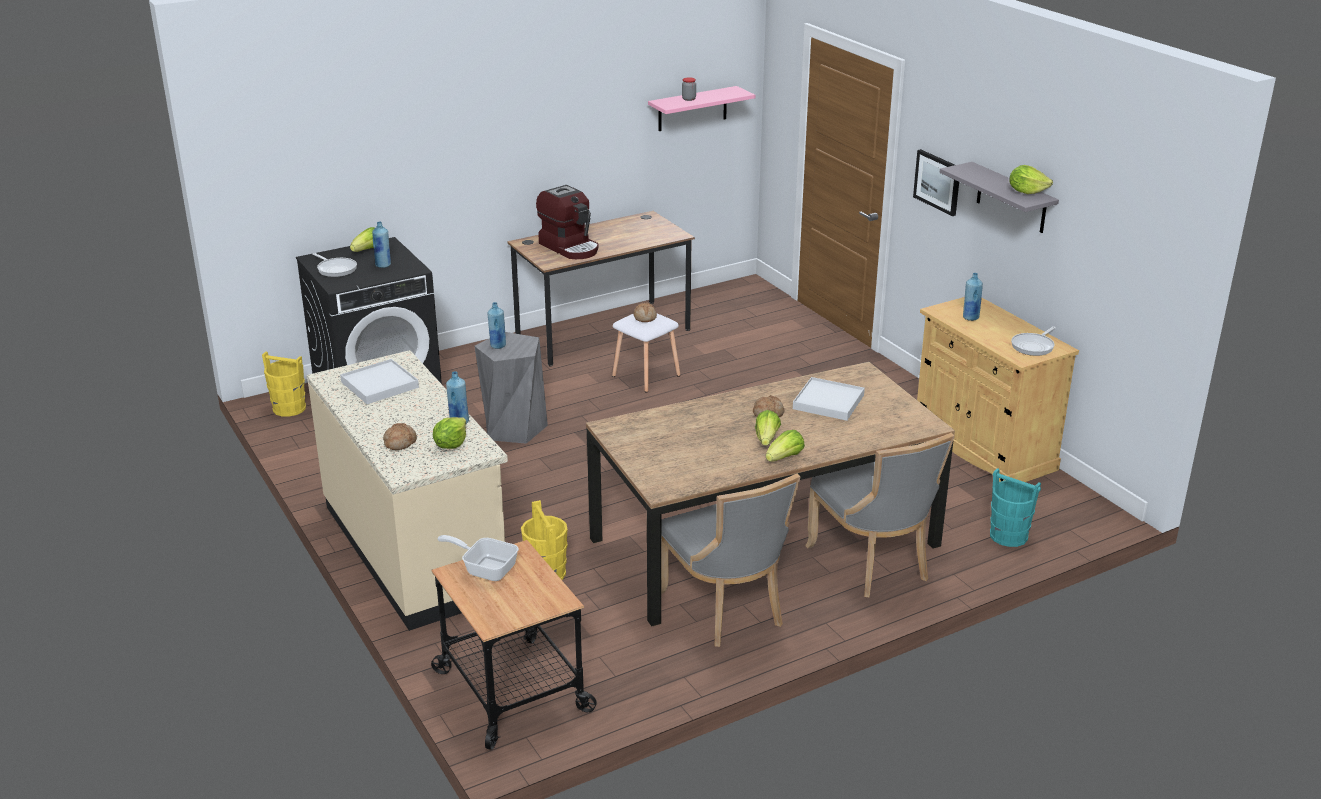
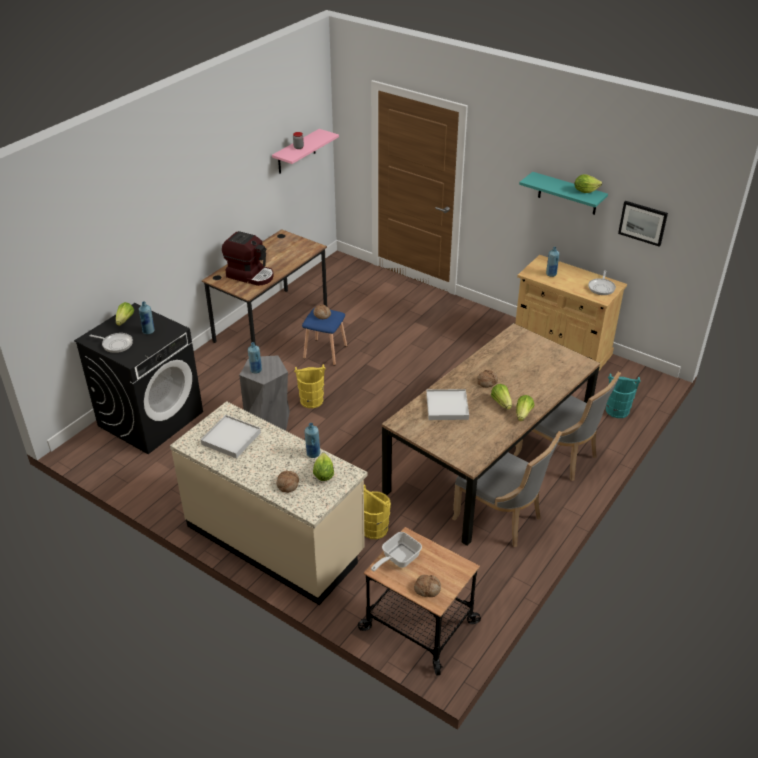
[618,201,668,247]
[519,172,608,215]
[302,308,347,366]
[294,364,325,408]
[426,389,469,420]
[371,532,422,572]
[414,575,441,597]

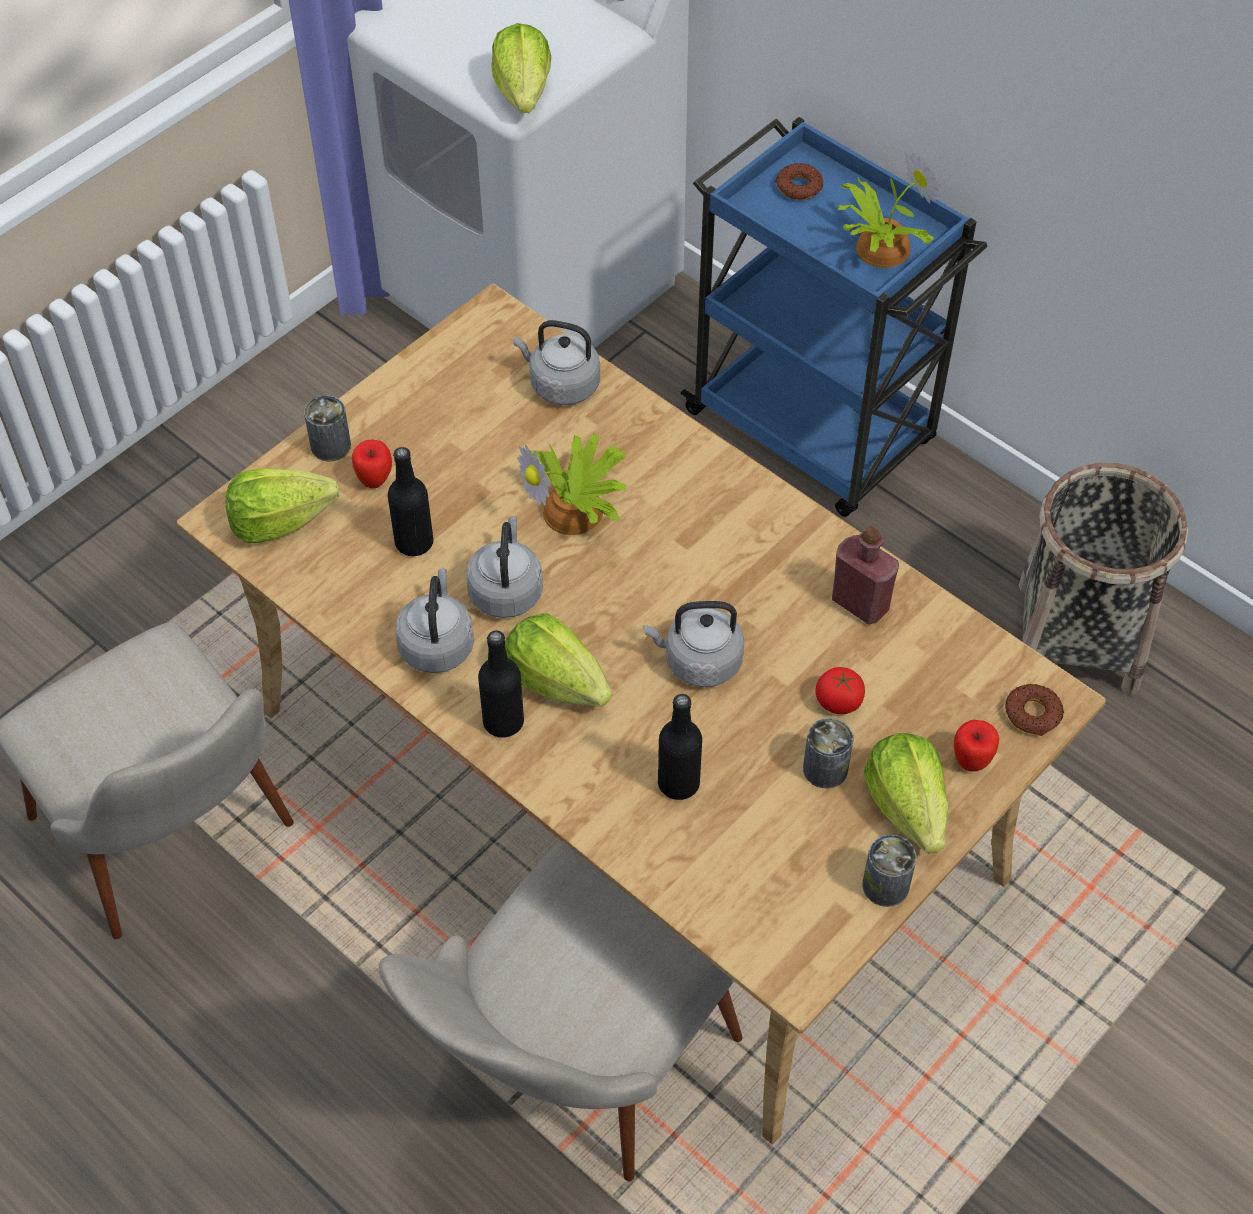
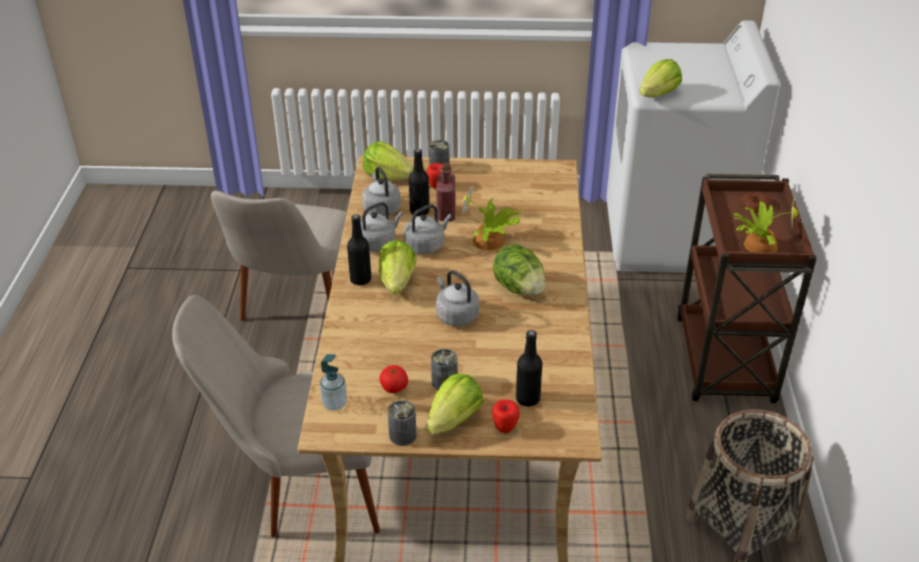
[677,174,817,403]
[362,166,401,216]
[436,163,455,221]
[379,365,408,393]
[1005,684,1064,736] (first image)
[516,330,542,406]
[493,244,545,296]
[320,354,347,411]

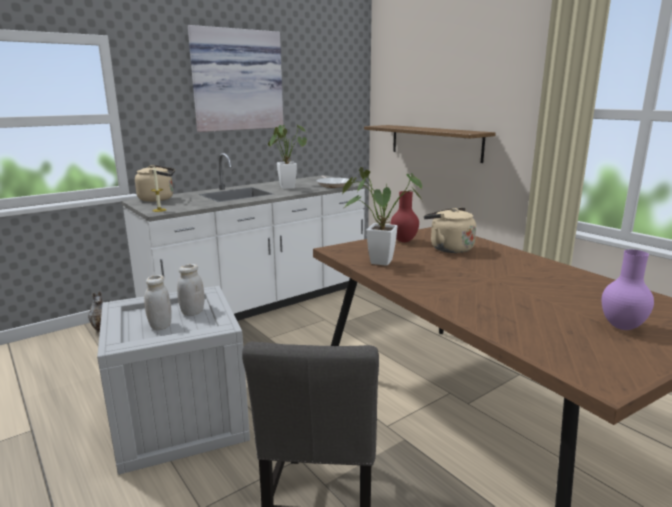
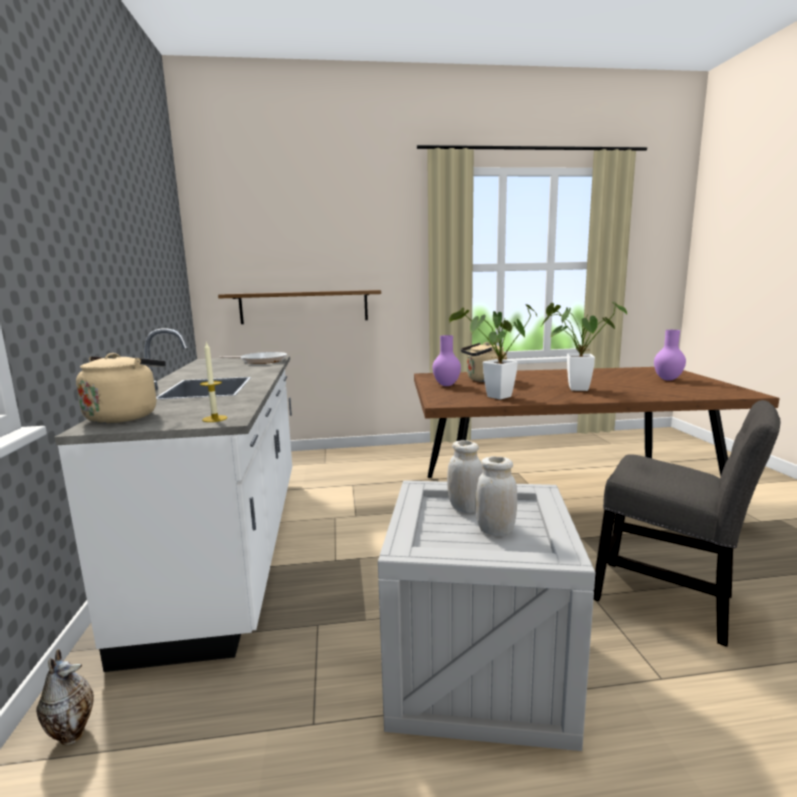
[188,25,283,132] (first image)
[542,302,627,391]
[432,335,461,386]

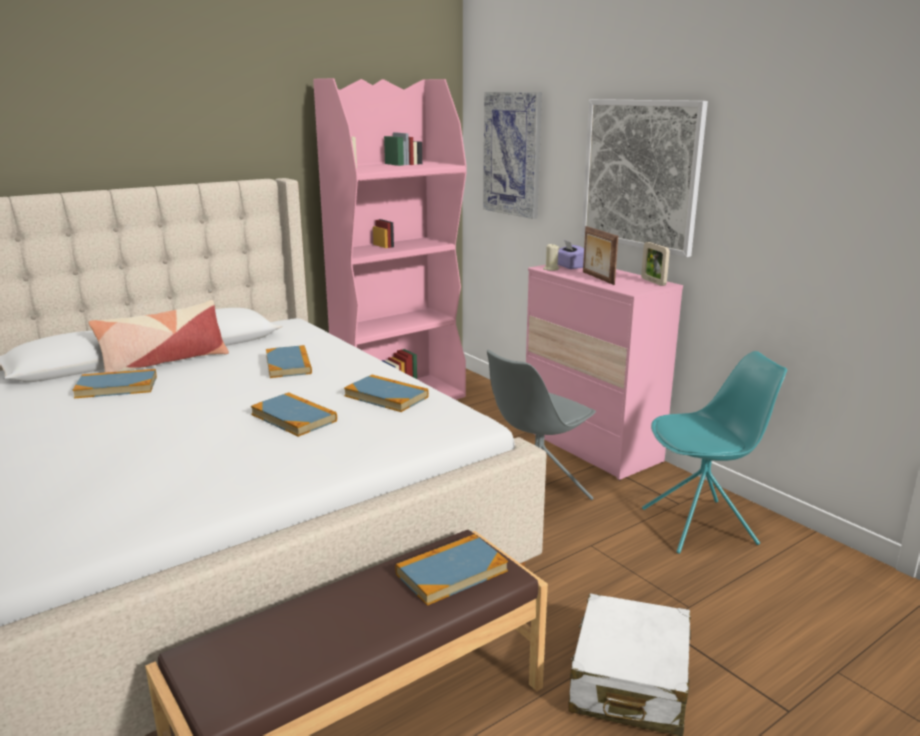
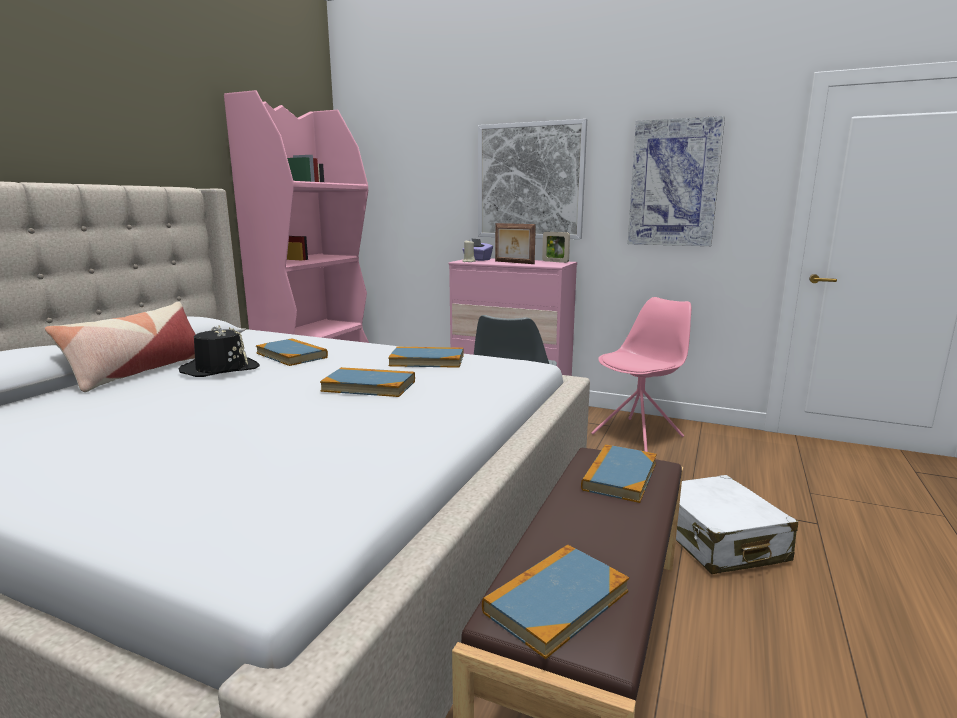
[628,116,725,246]
[591,297,691,452]
[482,544,629,659]
[179,325,260,377]

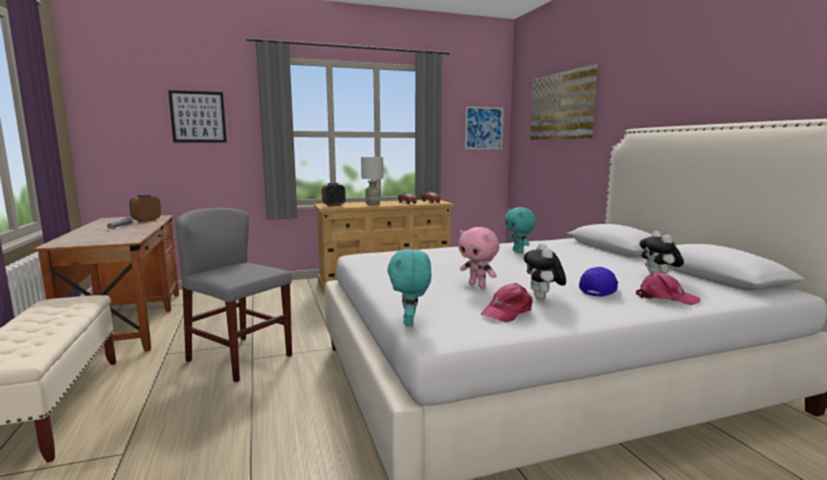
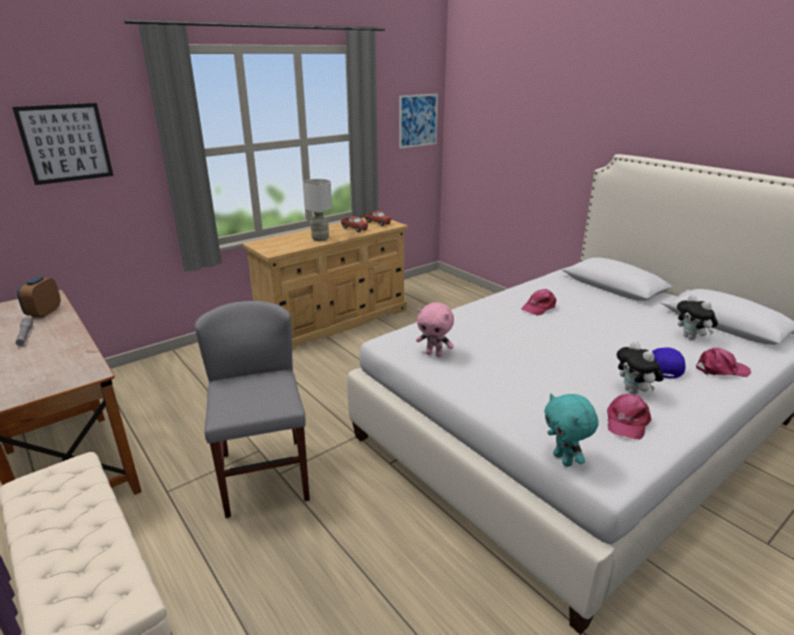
[531,64,598,140] (first image)
[322,183,346,206] (first image)
[521,289,556,316]
[195,301,310,518]
[416,302,454,357]

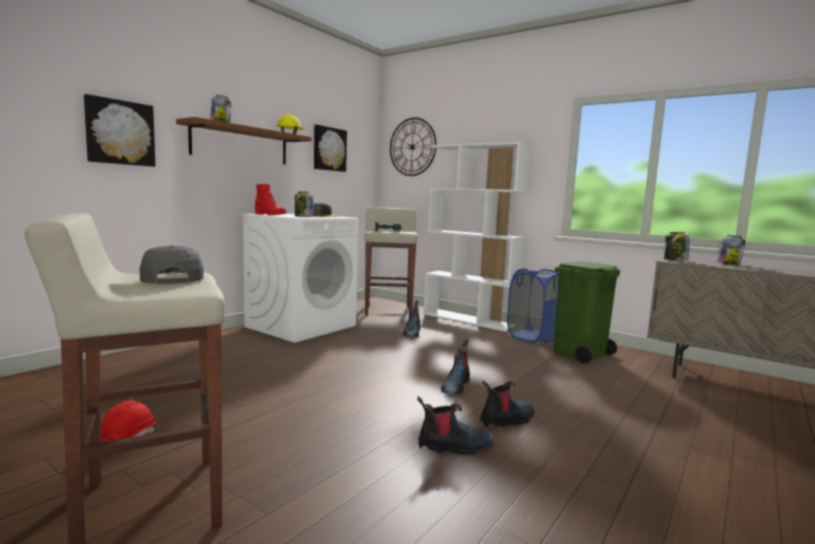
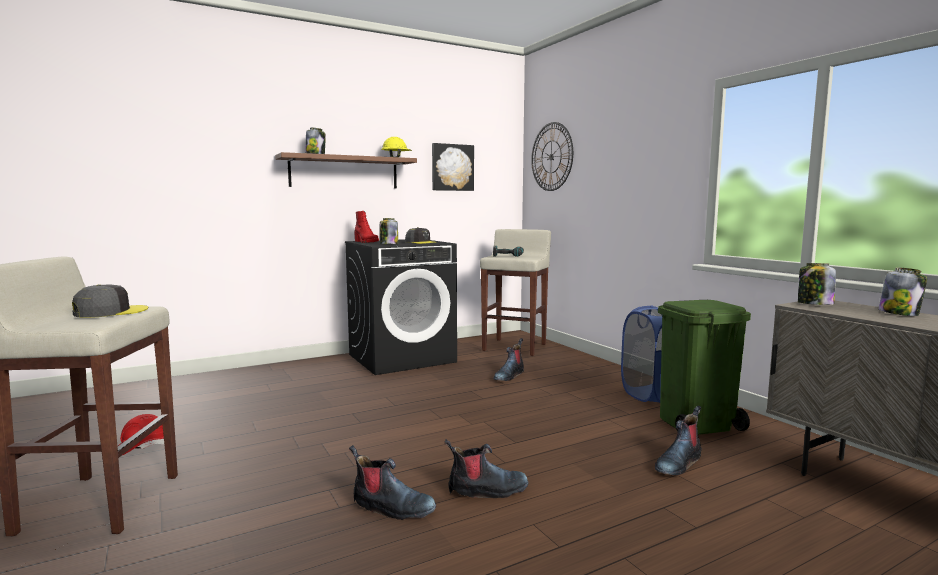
[84,94,155,167] (first image)
[423,142,531,332] (first image)
[345,239,457,375]
[72,284,148,318]
[655,406,702,475]

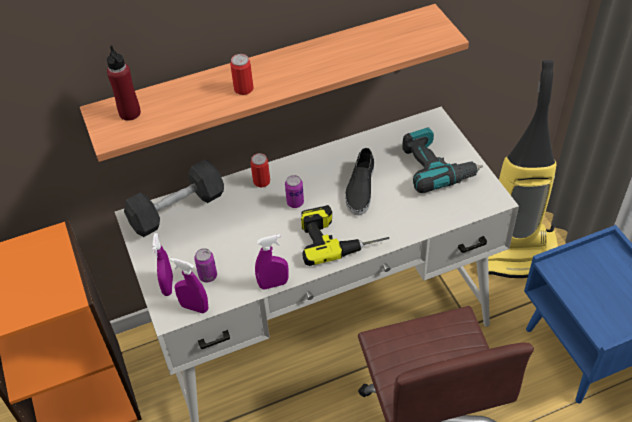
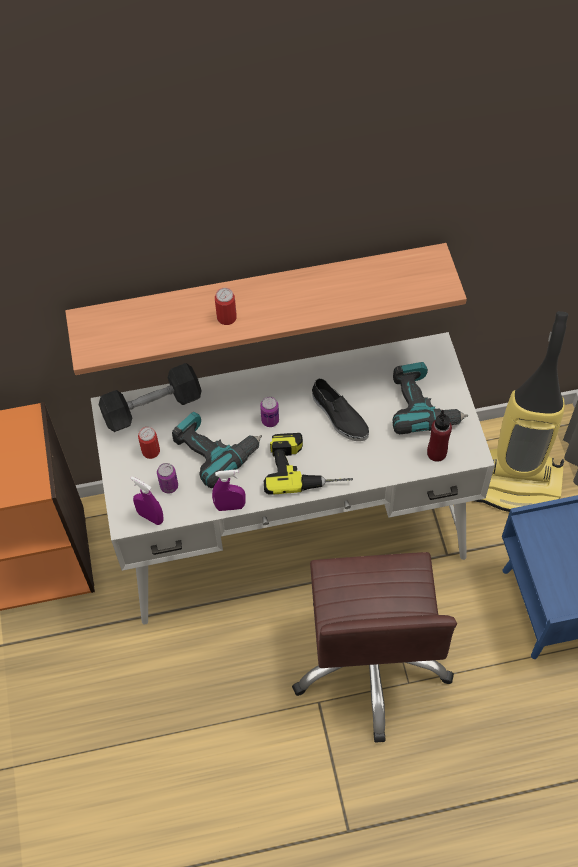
[427,410,452,462]
[312,378,369,441]
[138,427,160,459]
[152,233,173,296] (first image)
[172,412,262,488]

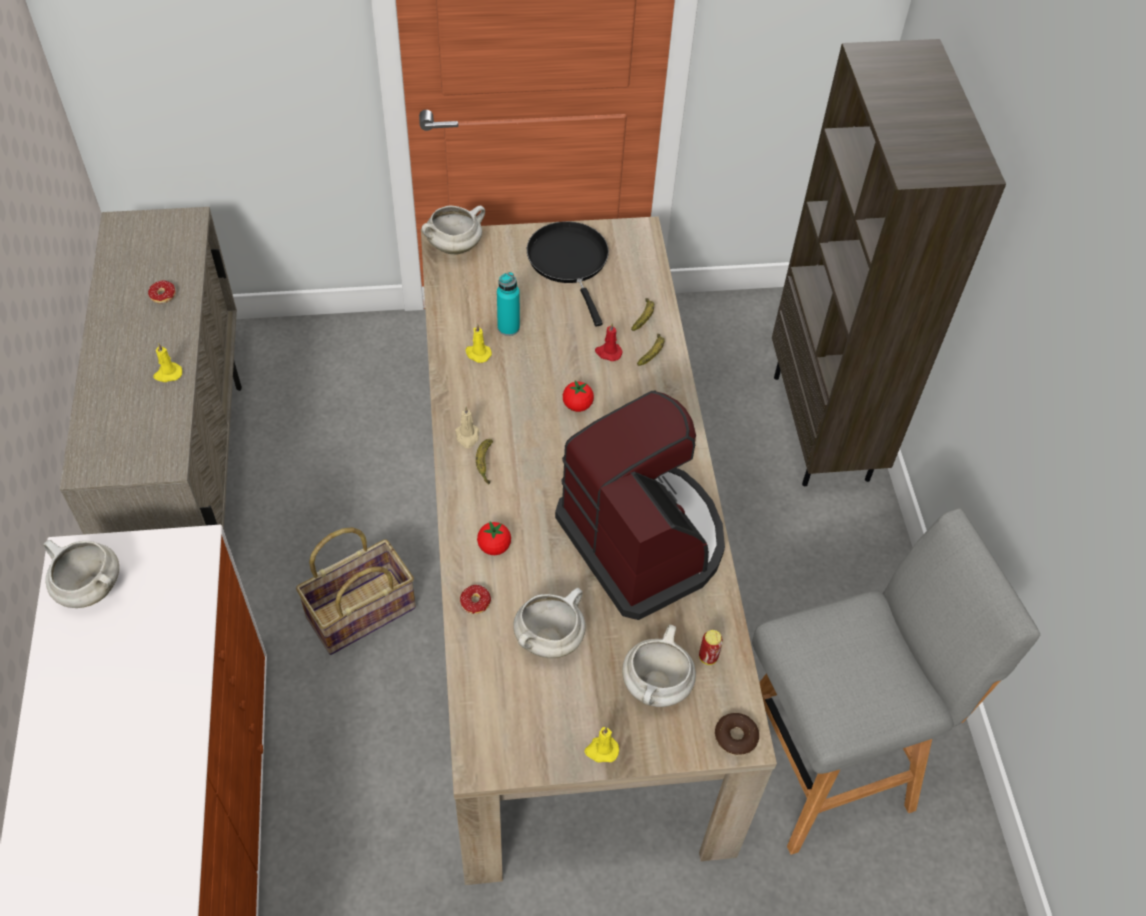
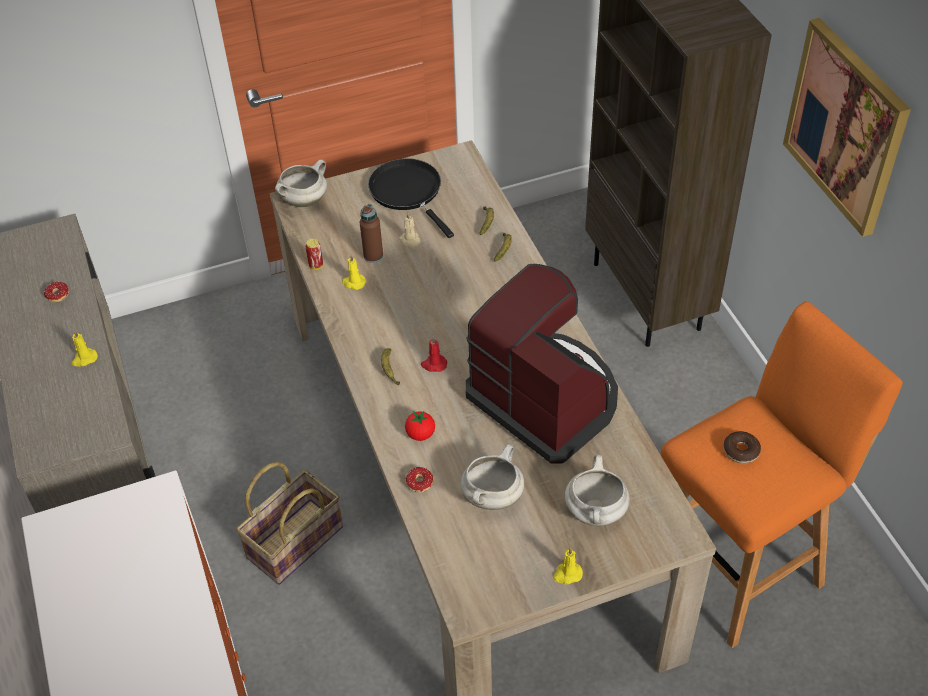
[360,204,383,263]
[421,336,447,372]
[563,381,594,412] (first image)
[399,213,420,249]
[660,301,903,648]
[43,540,119,608] (first image)
[305,239,323,270]
[724,431,761,464]
[783,18,911,237]

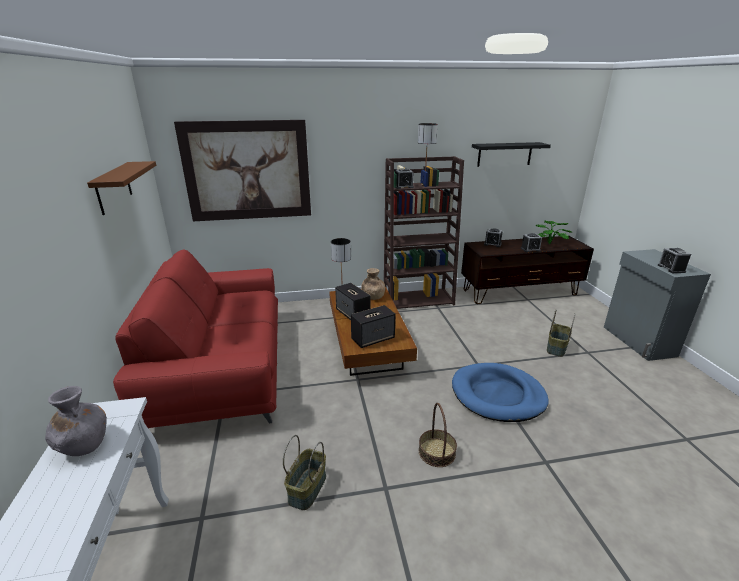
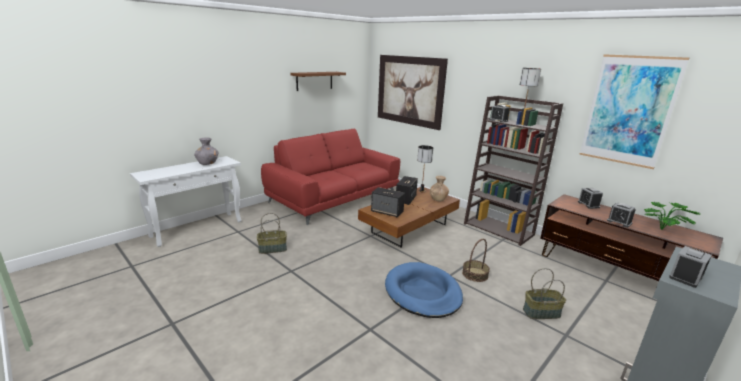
[579,54,689,169]
[462,239,490,282]

